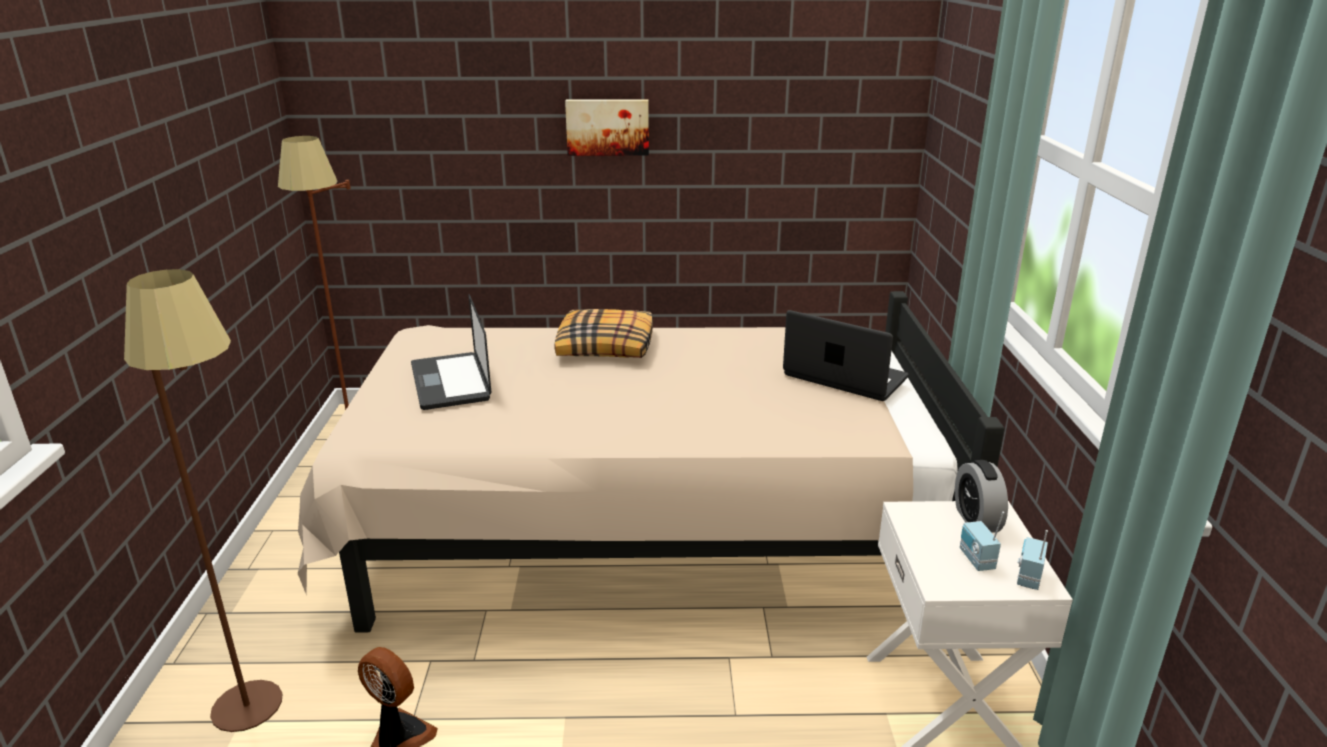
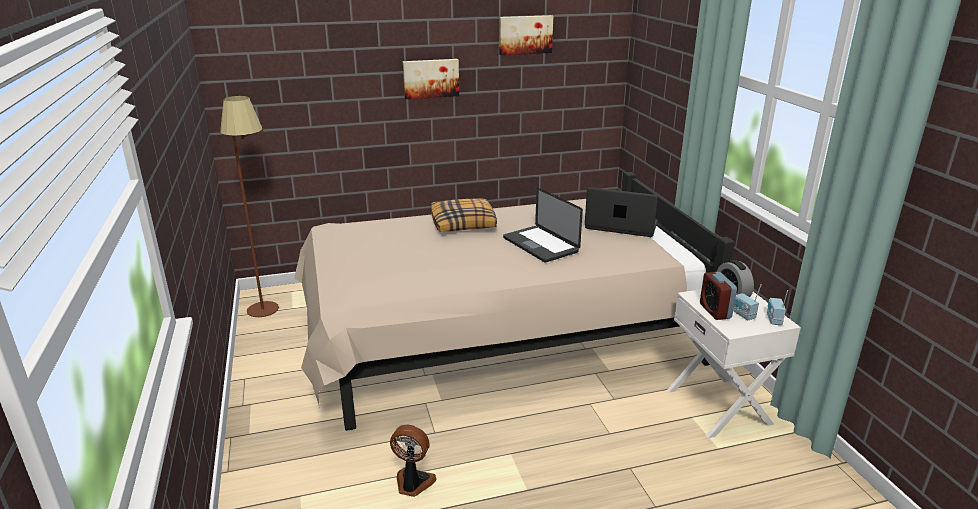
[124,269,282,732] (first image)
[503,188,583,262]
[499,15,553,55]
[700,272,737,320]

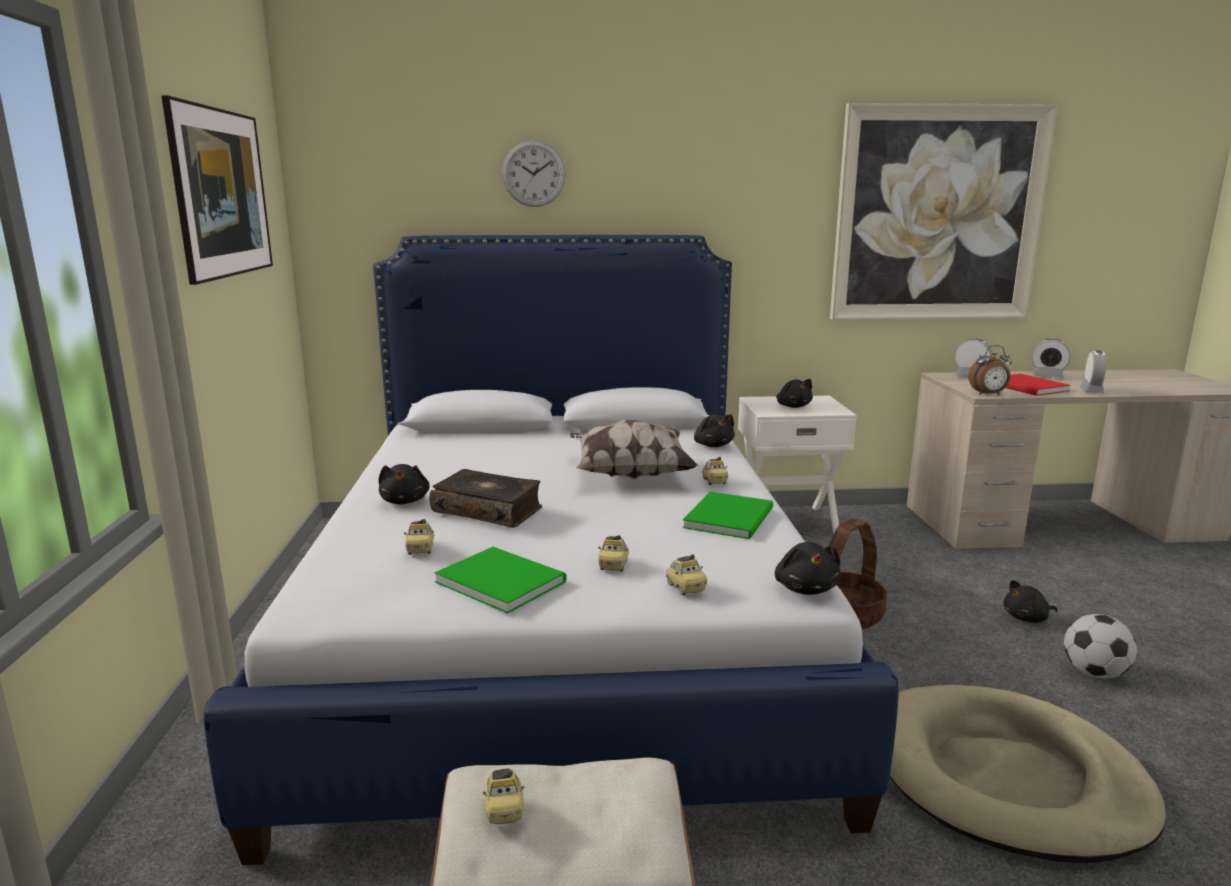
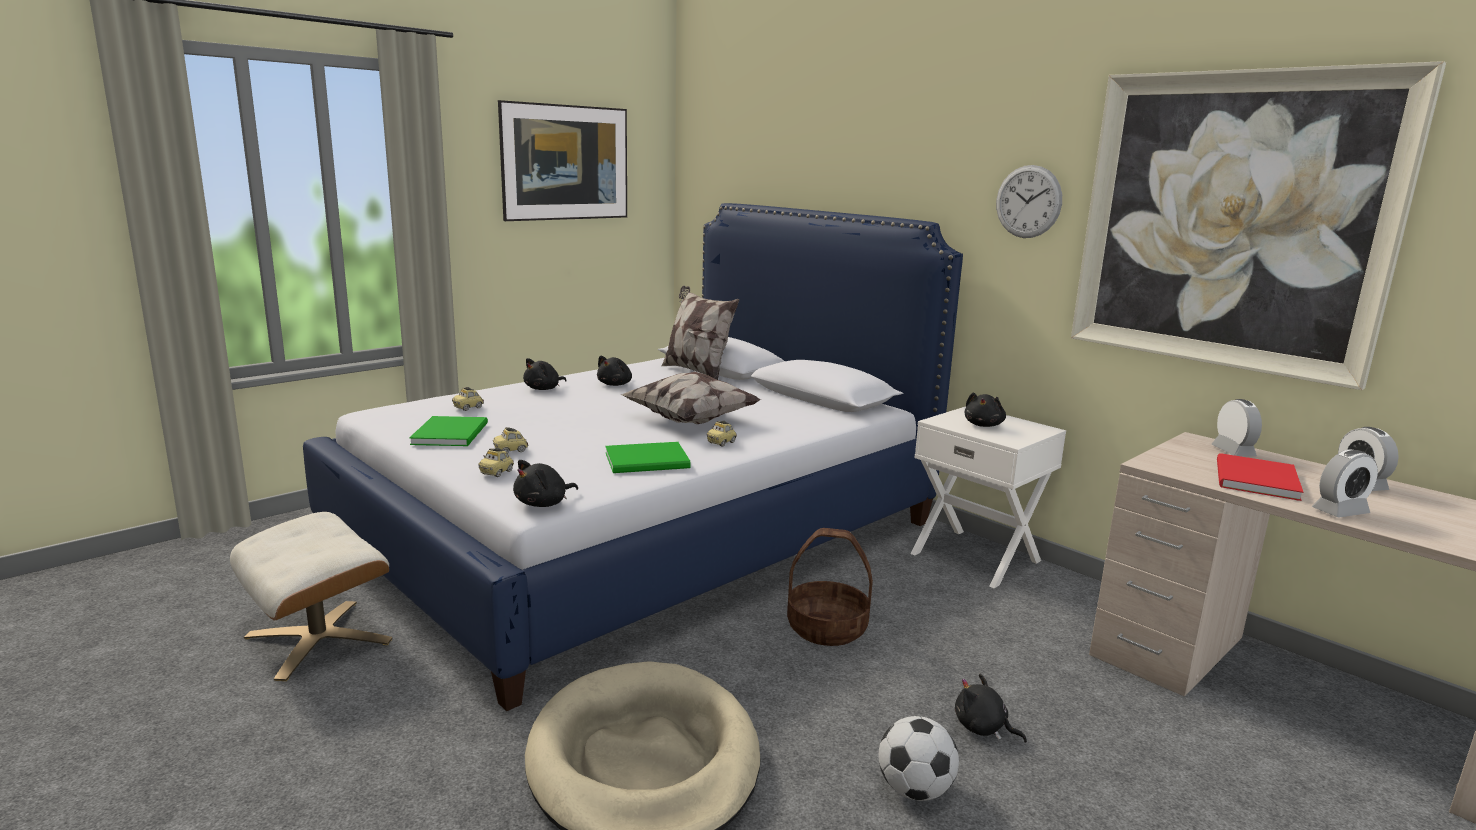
[996,165,1062,238]
[969,345,1012,395] (first image)
[597,356,632,386]
[429,469,542,528] (first image)
[483,769,524,824] (first image)
[662,286,739,380]

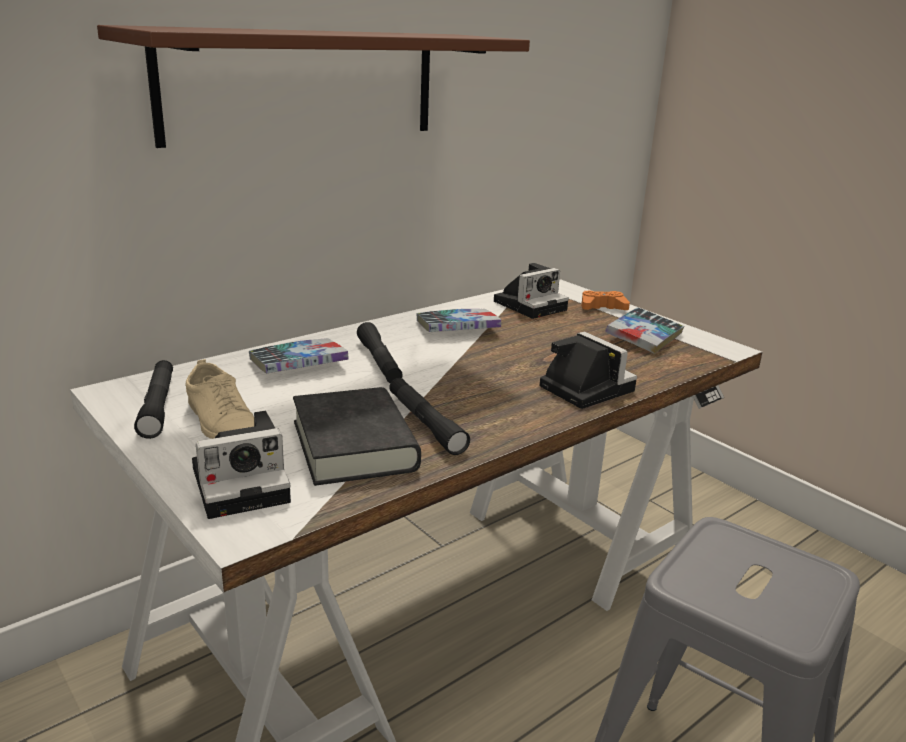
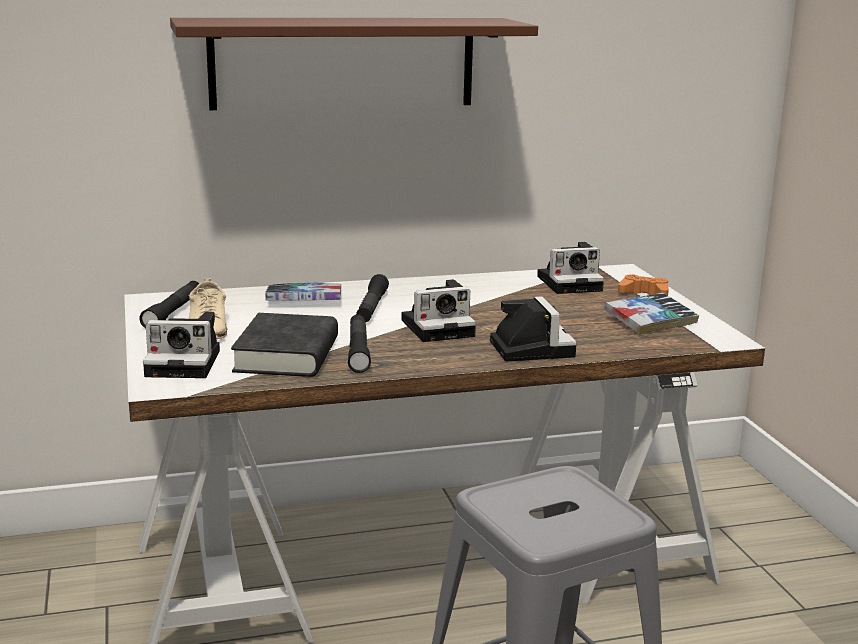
[416,309,501,332] (first image)
[401,279,476,342]

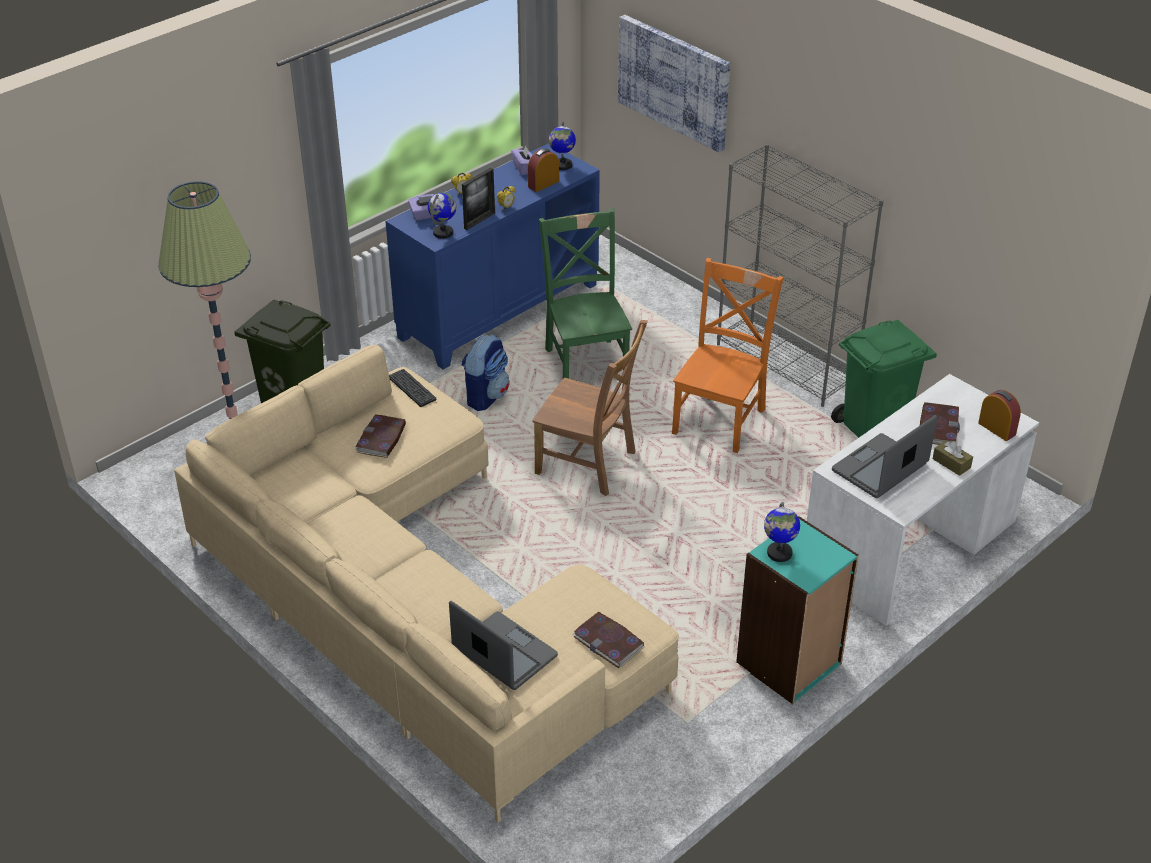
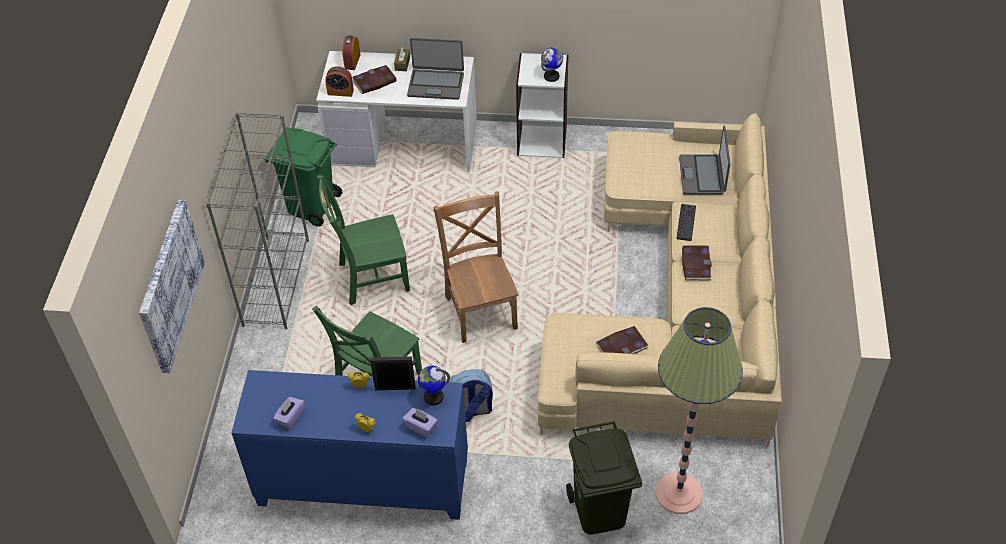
[549,122,576,170] (first image)
[325,66,354,97]
[317,175,410,305]
[676,204,696,241]
[516,53,569,158]
[682,245,712,281]

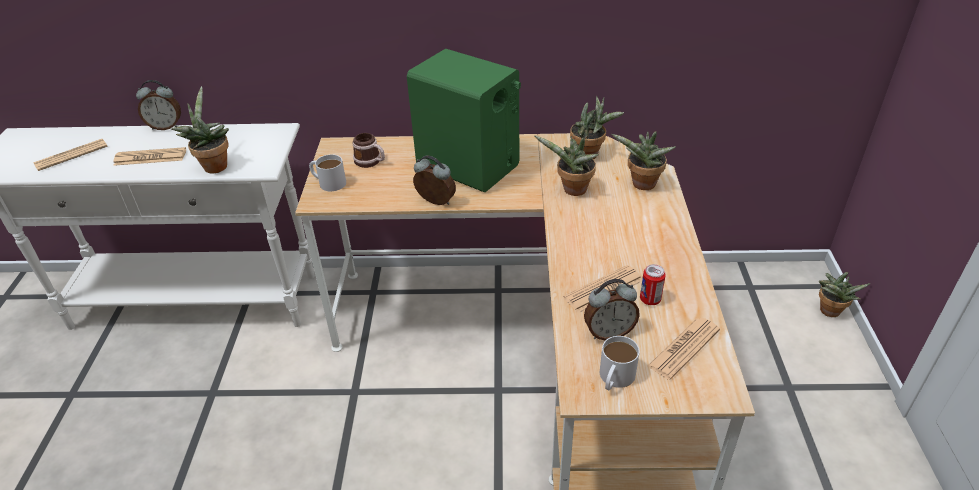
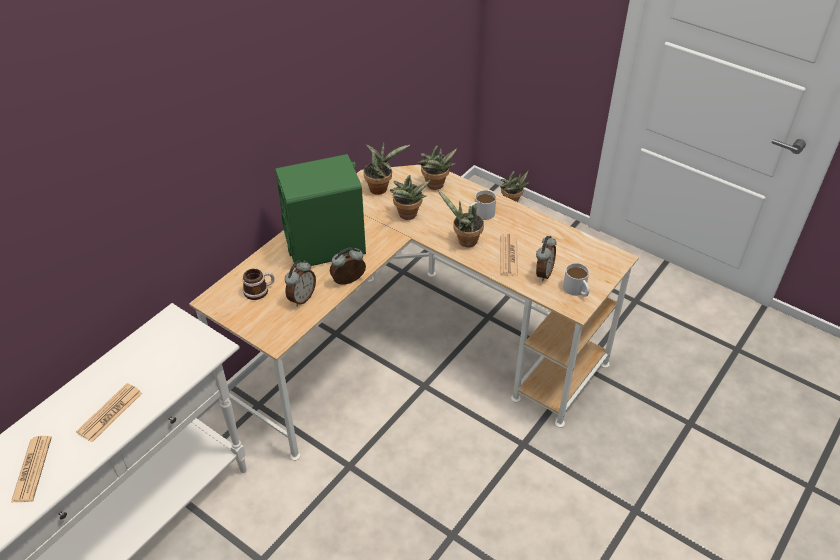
[285,260,316,306]
[437,189,484,247]
[468,190,496,220]
[640,264,666,305] (first image)
[647,318,720,380] (first image)

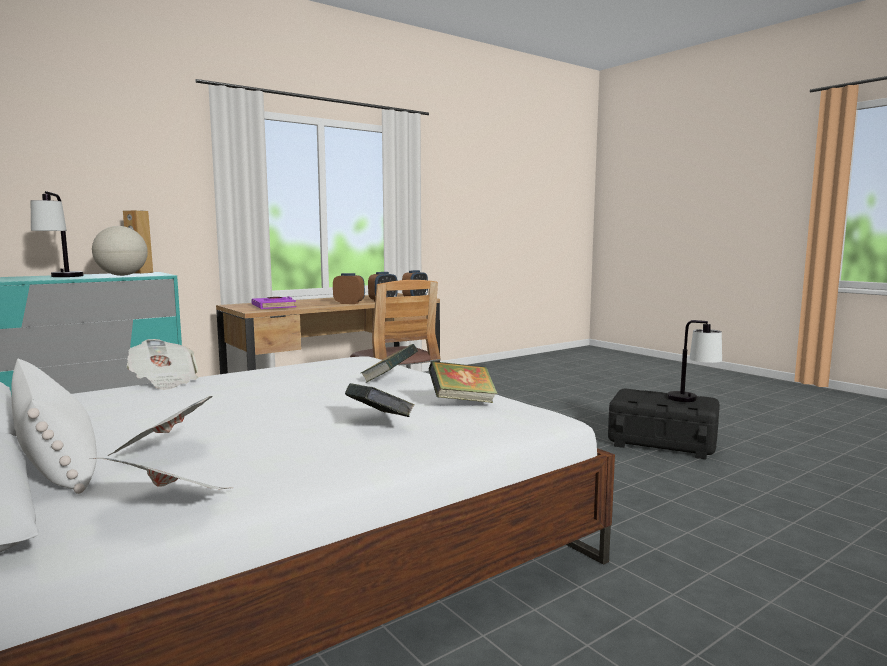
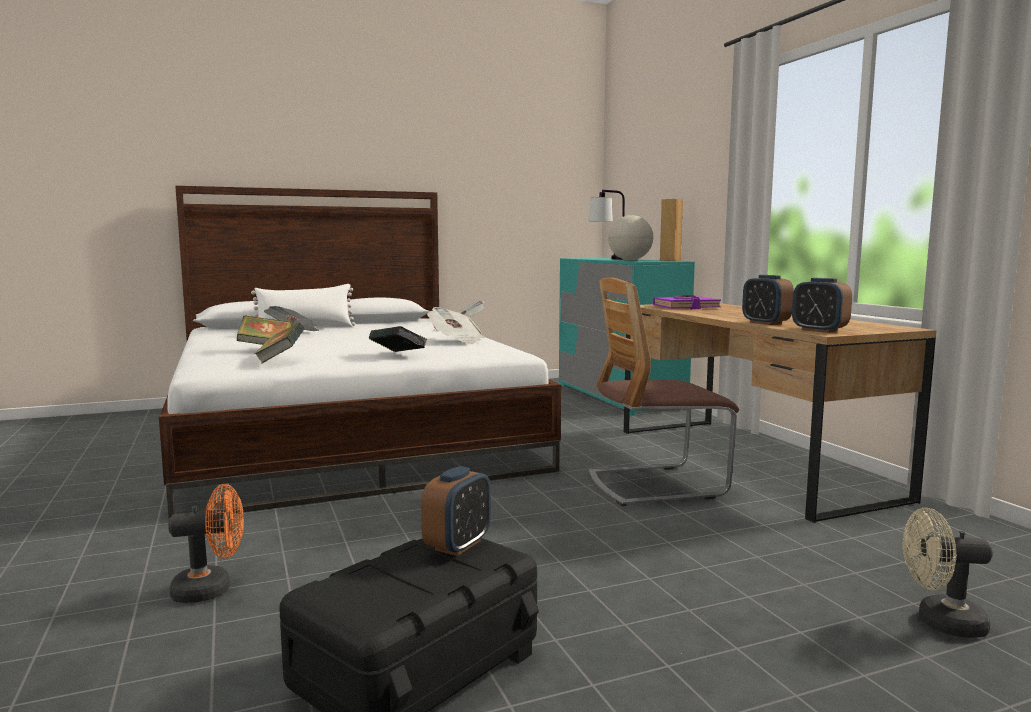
[421,466,491,556]
[667,320,722,402] (first image)
[427,307,484,344]
[168,484,244,603]
[903,507,993,638]

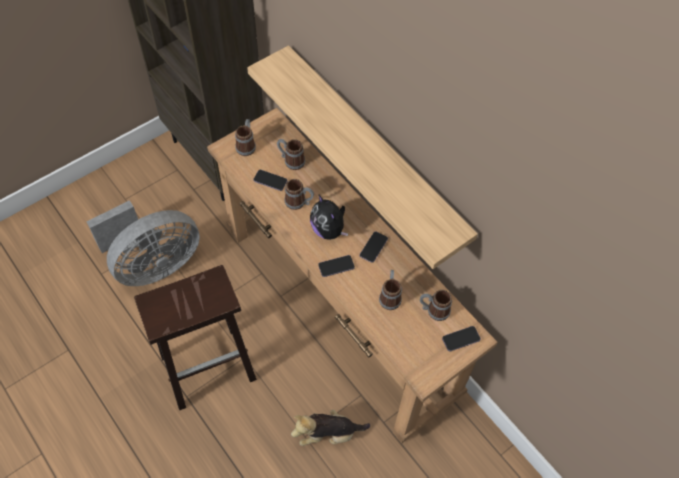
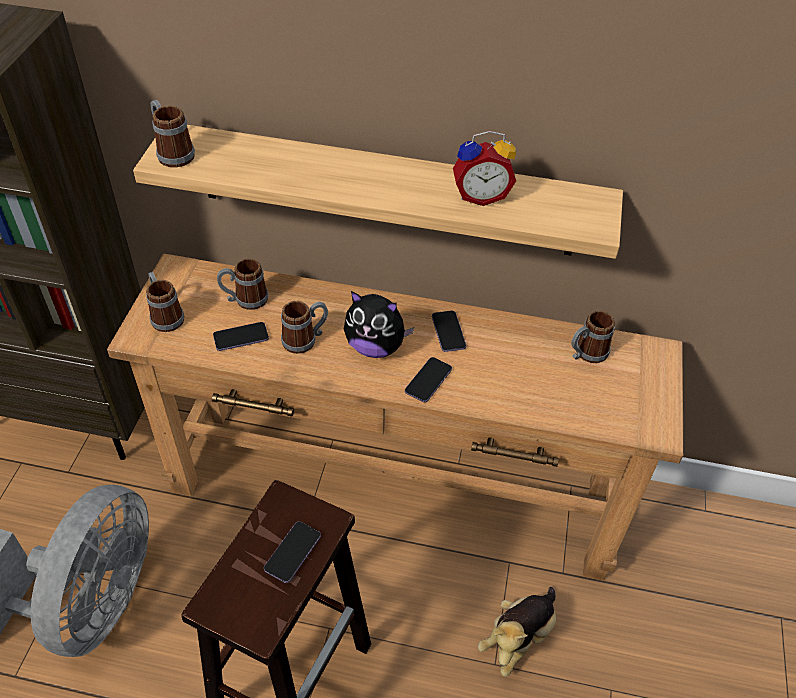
[151,100,195,167]
[264,522,321,583]
[453,131,516,206]

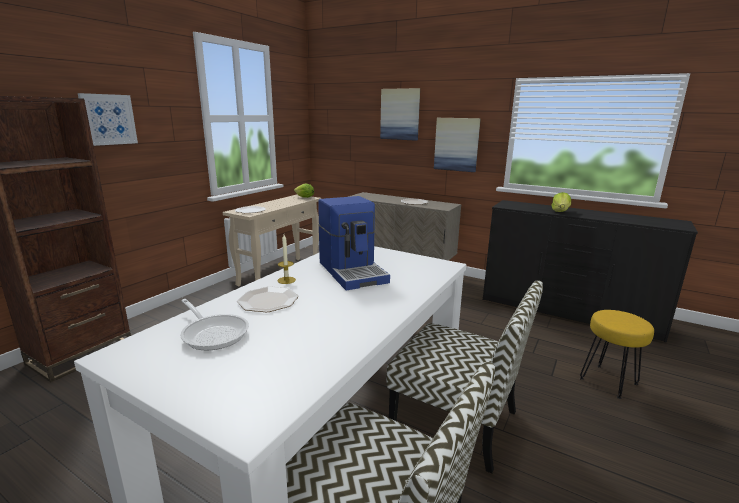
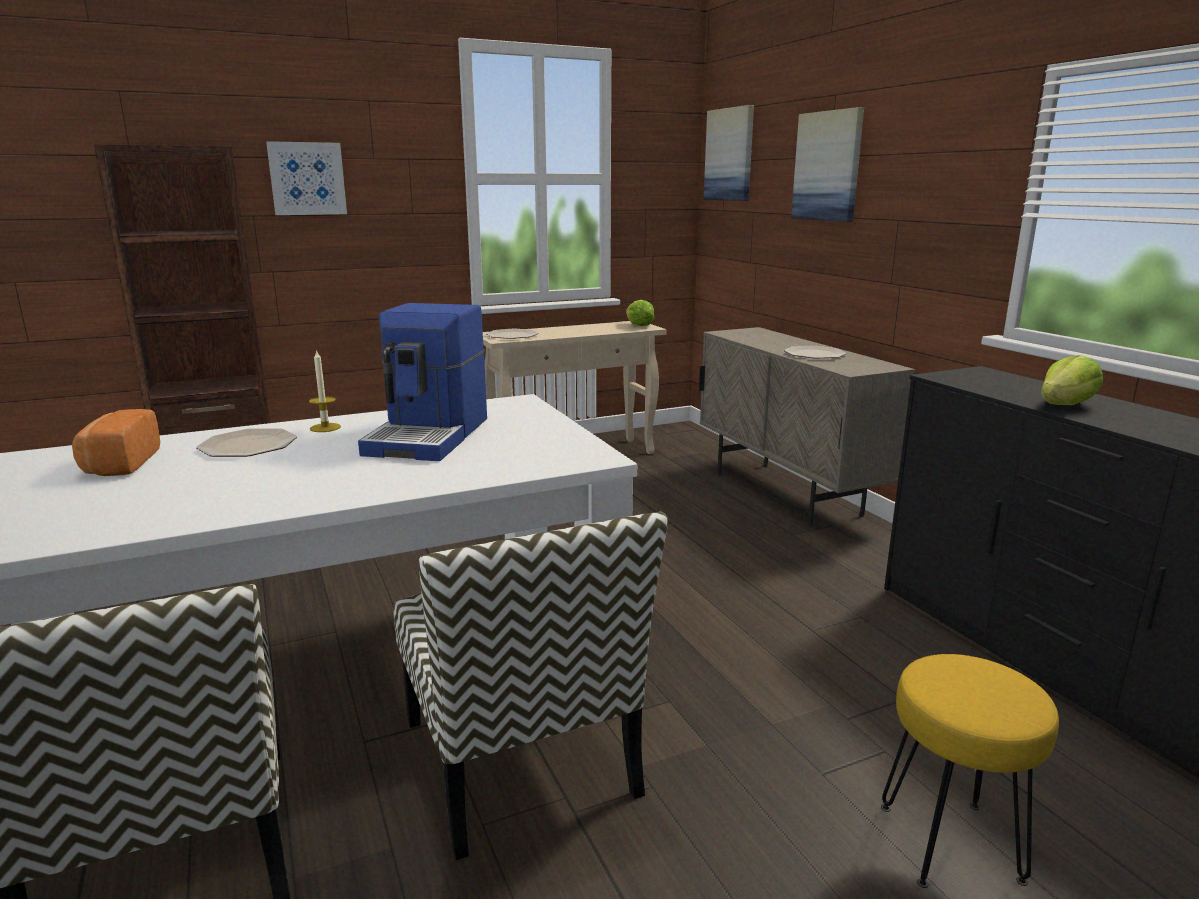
[704,105,754,201]
[72,409,160,476]

